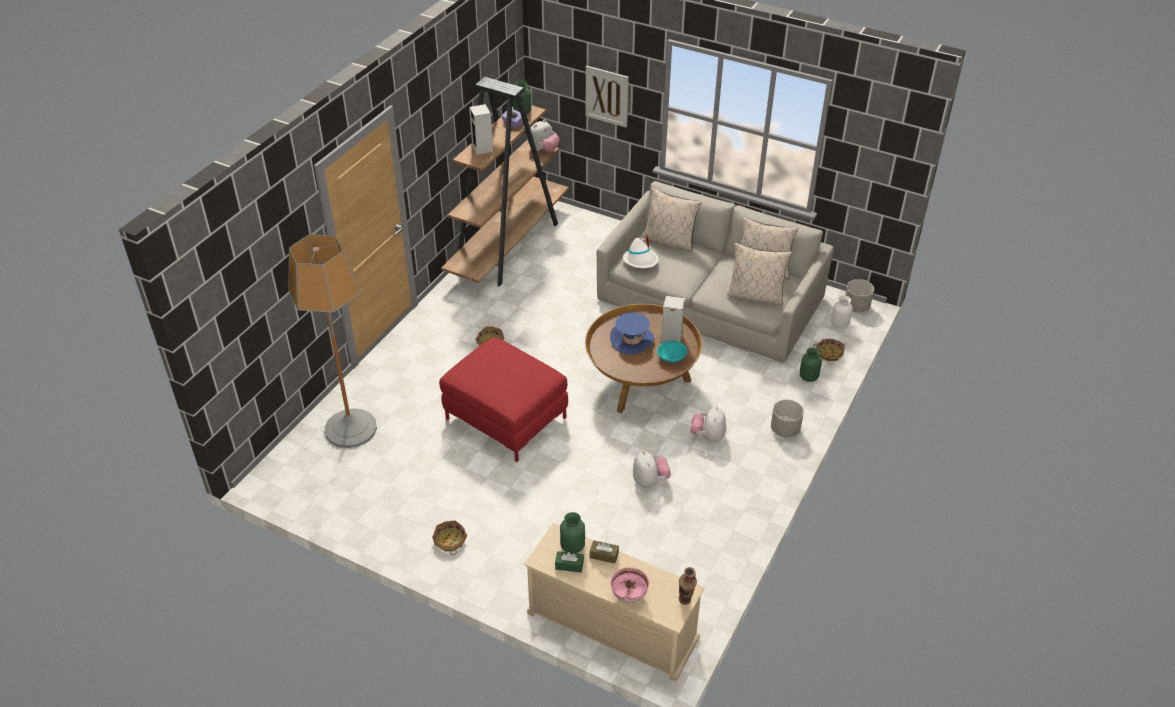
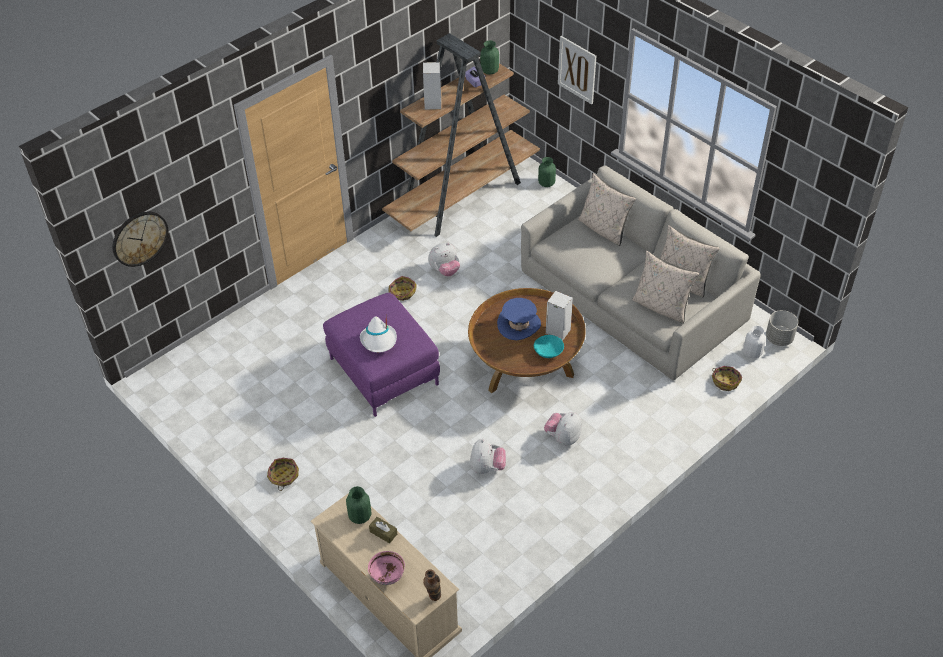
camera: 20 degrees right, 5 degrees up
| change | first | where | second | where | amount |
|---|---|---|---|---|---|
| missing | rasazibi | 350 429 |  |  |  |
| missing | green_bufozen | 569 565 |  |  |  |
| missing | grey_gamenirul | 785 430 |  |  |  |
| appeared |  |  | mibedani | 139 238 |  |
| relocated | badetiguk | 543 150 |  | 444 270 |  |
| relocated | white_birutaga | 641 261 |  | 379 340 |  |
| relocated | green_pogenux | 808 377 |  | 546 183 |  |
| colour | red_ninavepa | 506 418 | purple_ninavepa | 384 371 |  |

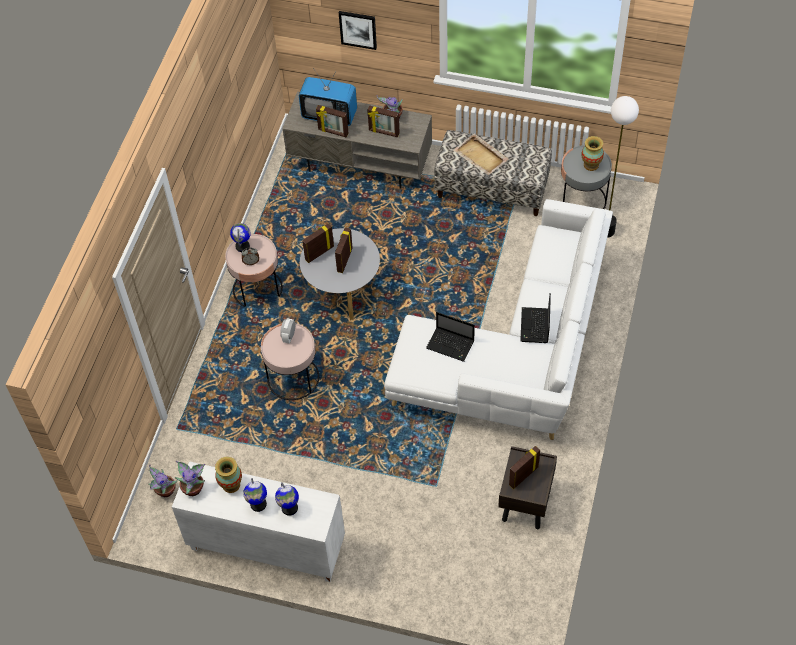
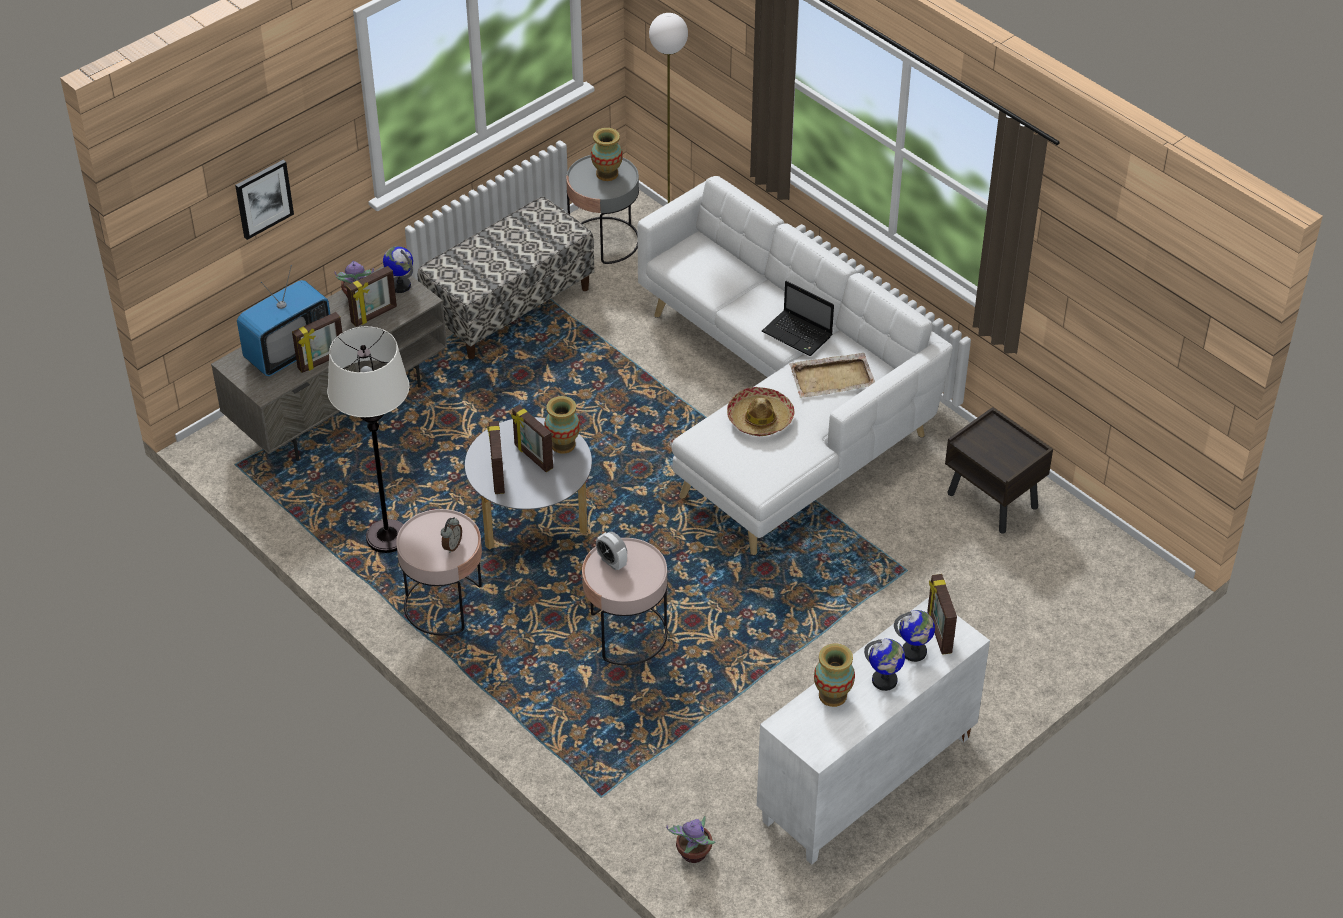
camera: 60 degrees left, 10 degrees down
| change | first | where | second | where | amount |
|---|---|---|---|---|---|
| missing | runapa | 193 488 |  |  |  |
| appeared |  |  | white_rasazibi | 387 537 |  |
| appeared |  |  | pogenux | 562 444 |  |
| relocated | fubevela | 242 246 |  | 400 285 |  |
| relocated | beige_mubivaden | 481 156 |  | 833 378 |  |
| relocated | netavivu | 523 475 |  | 938 633 |  |
| exchanged | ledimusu | 451 345 | birutaga | 760 419 |  |

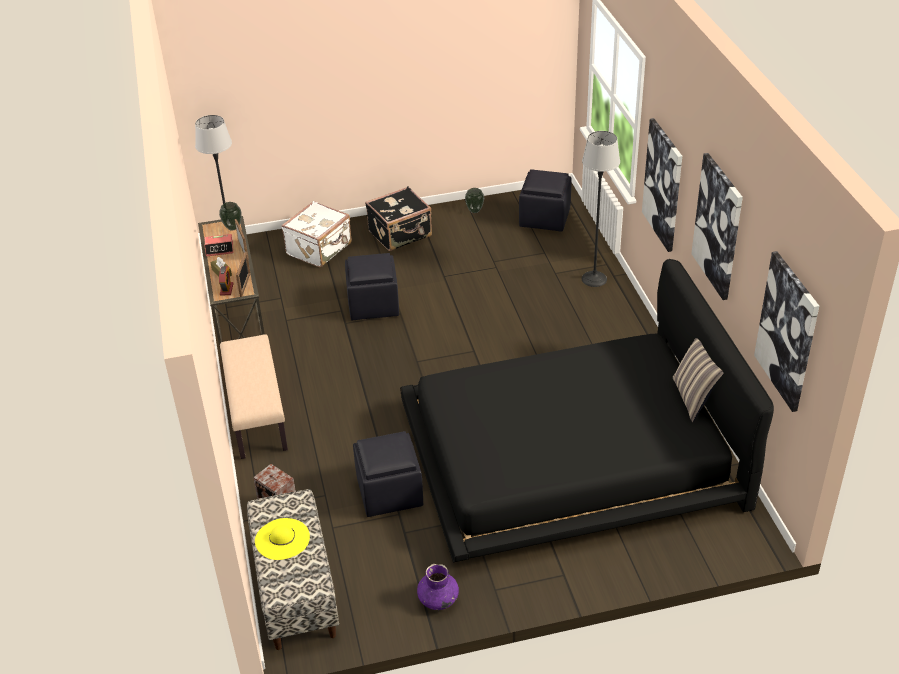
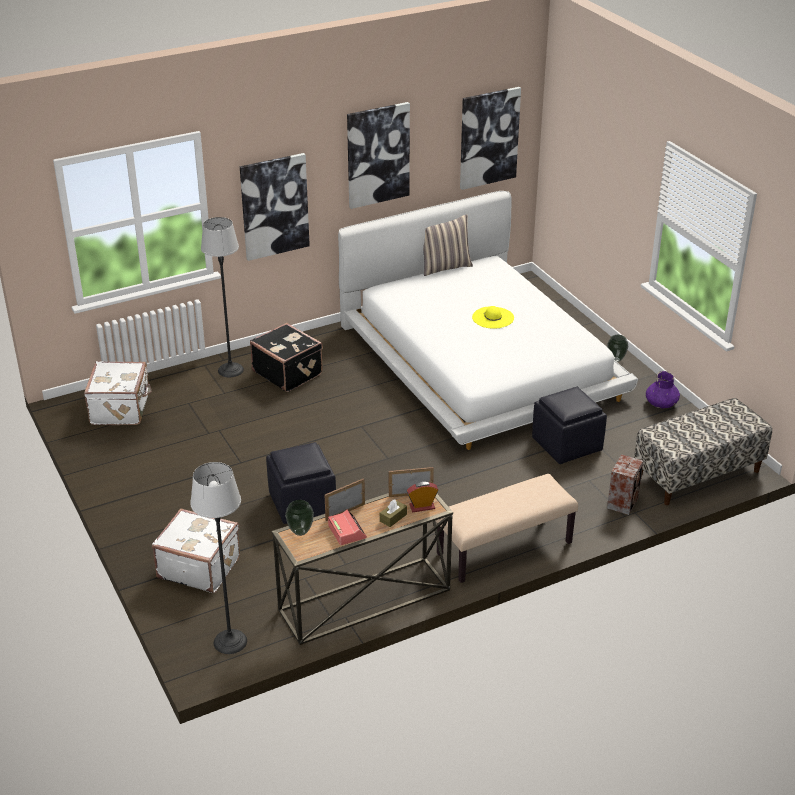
camera: 105 degrees left, 5 degrees down
| change | first | where | second | where | amount |
|---|---|---|---|---|---|
| relocated | yellow_birutaga | 282 539 |  | 493 317 |  |
| relocated | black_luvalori | 401 234 |  | 288 372 |  |
| relocated | pogenux | 474 211 |  | 616 359 |  |
| exchanged | black_ninavepa | 545 218 | white_luvalori | 121 409 |  |
| colour | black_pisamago | 572 456 | white_pisamago | 479 360 |  |

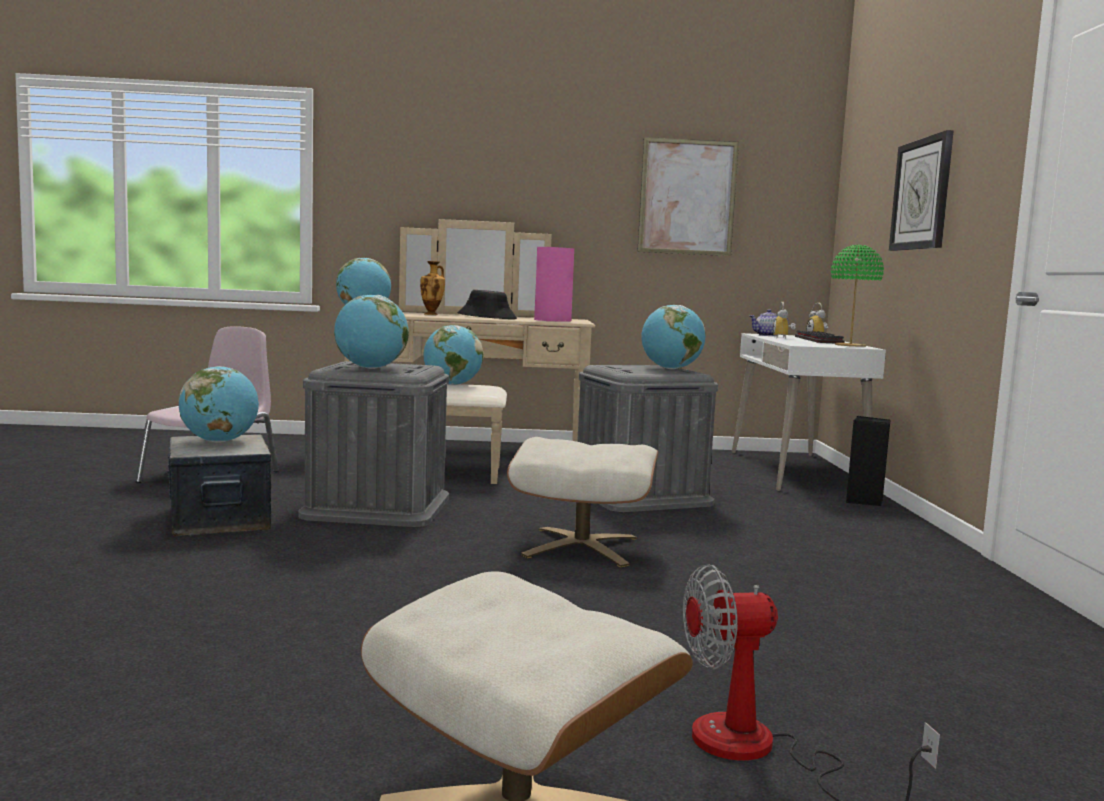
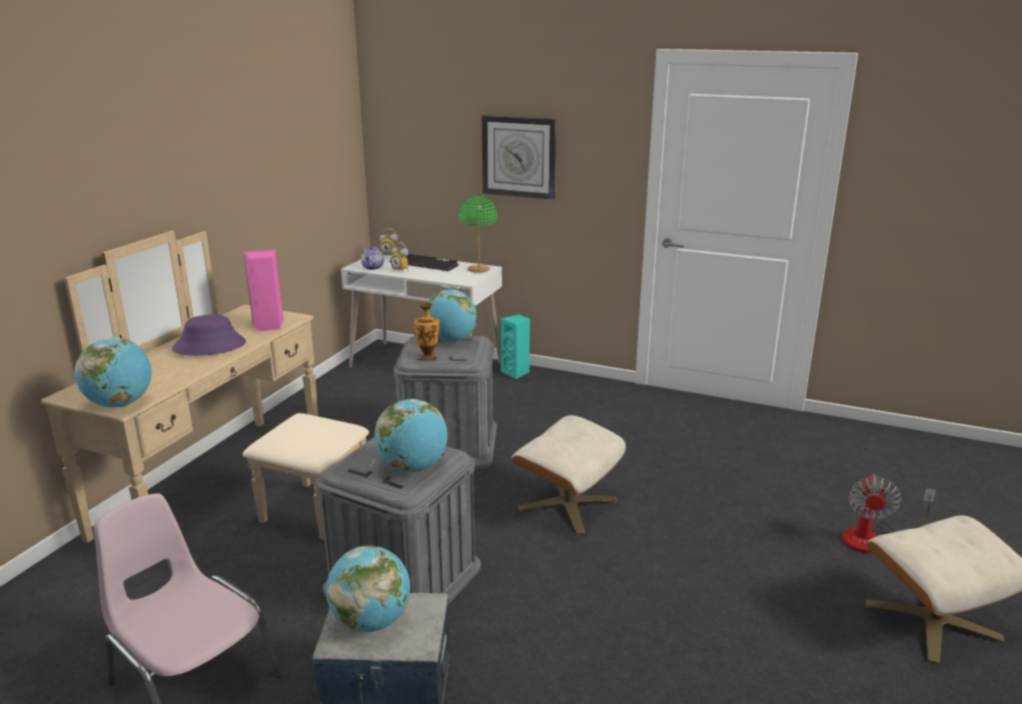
camera: 65 degrees left, 15 degrees up
| change | first | where | second | where | amount |
|---|---|---|---|---|---|
| missing | fubevela | 452 385 |  |  |  |
| missing | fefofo | 687 197 |  |  |  |
| relocated | pogenux | 432 314 |  | 428 356 |  |
| colour | black_birutaga | 487 317 | purple_birutaga | 209 346 |  |
| colour | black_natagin | 864 501 | turquoise_natagin | 516 372 |  |

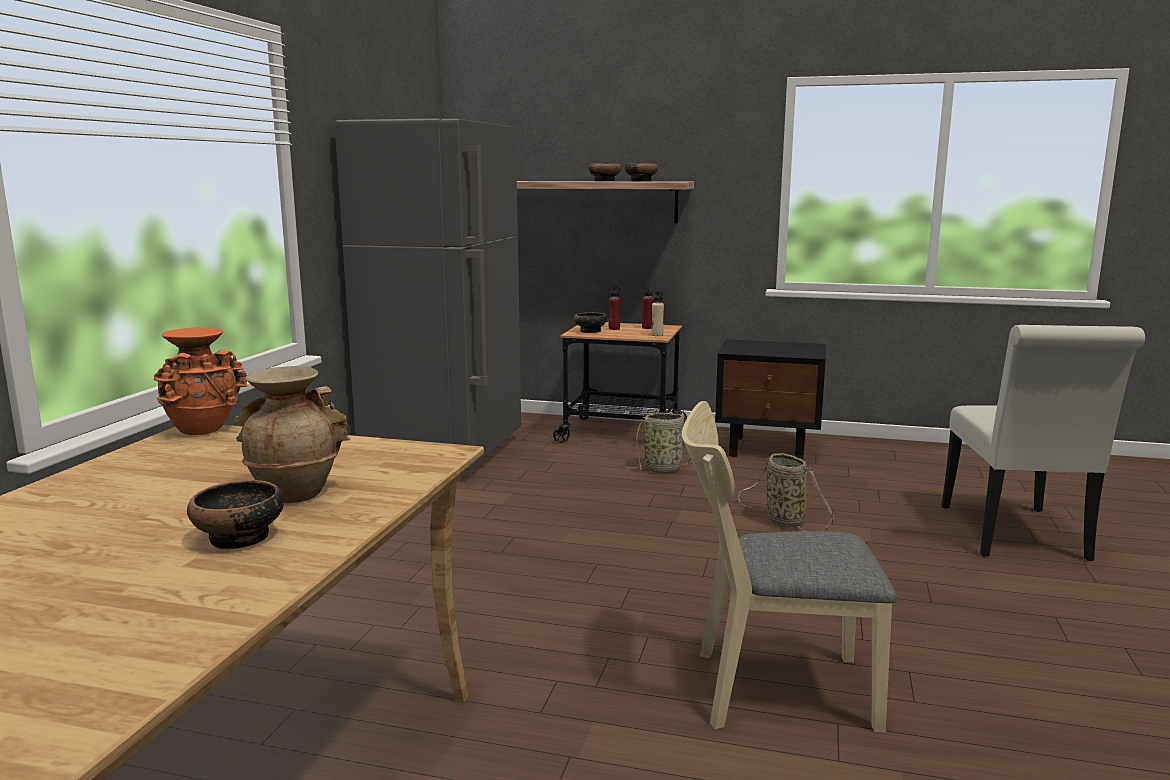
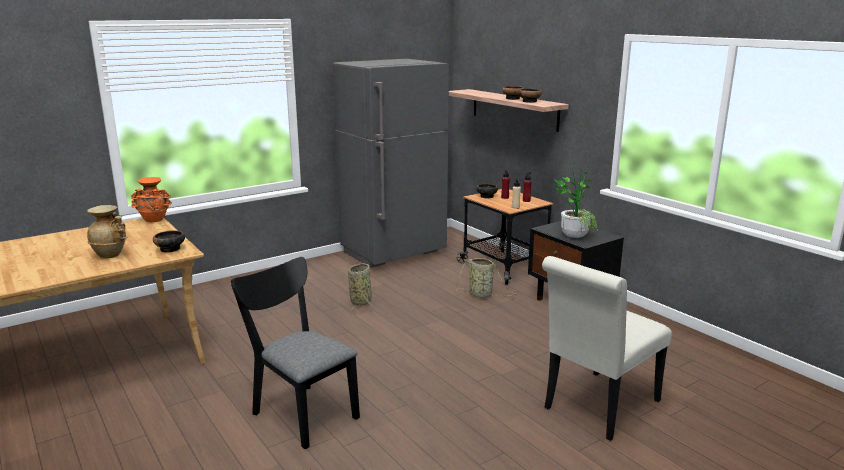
camera: 40 degrees right, 5 degrees up
| change | first | where | second | where | amount |
|---|---|---|---|---|---|
| appeared |  |  | runapa | 573 234 |  |
| relocated | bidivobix | 240 538 |  | 170 249 |  |
| relocated | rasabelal | 782 521 |  | 361 301 |  |
| colour | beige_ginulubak | 769 689 | black_ginulubak | 301 412 |  |

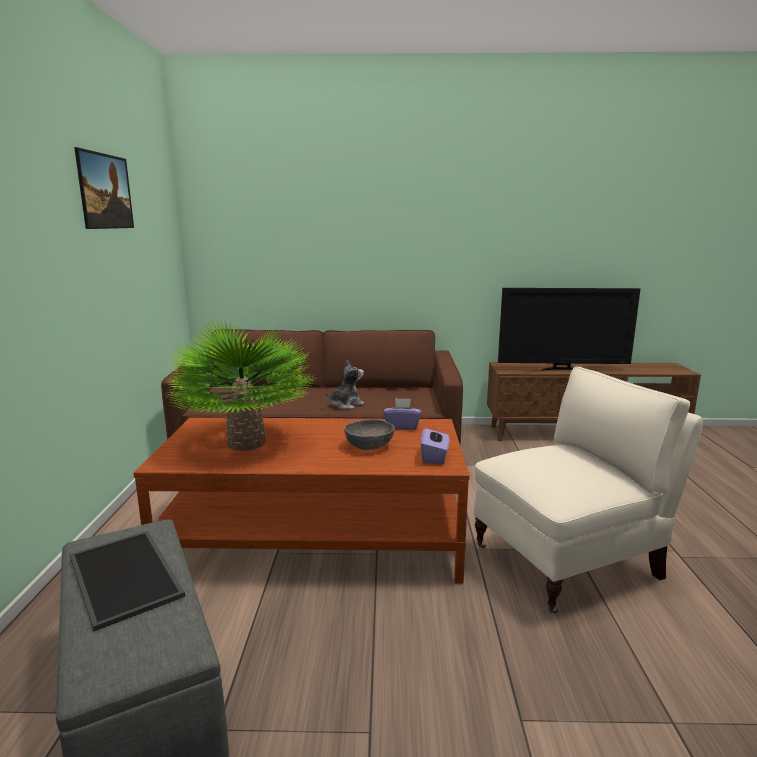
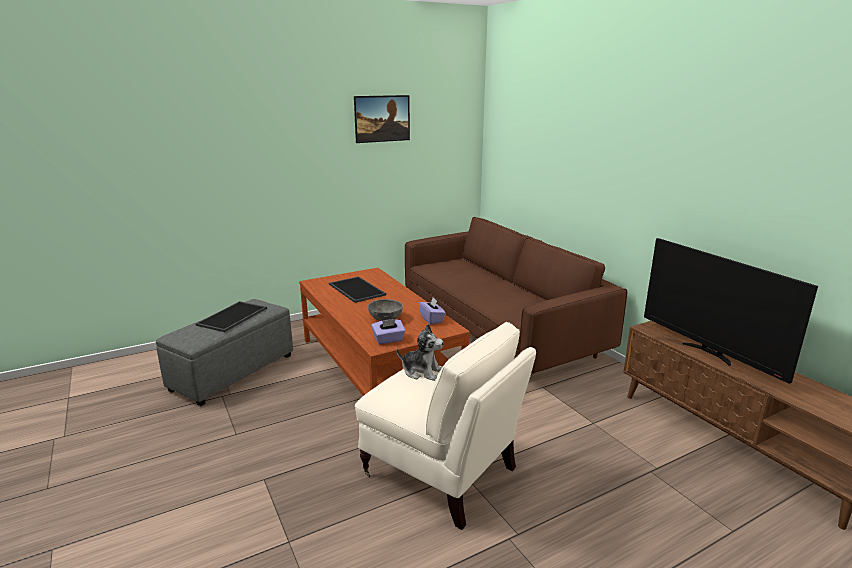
camera: 60 degrees right, 5 degrees up
| change | first | where | second | where | amount |
|---|---|---|---|---|---|
| relocated | badetiguk | 345 405 |  | 421 372 |  |
| exchanged | runapa | 246 443 | mubivaden | 355 289 |  |

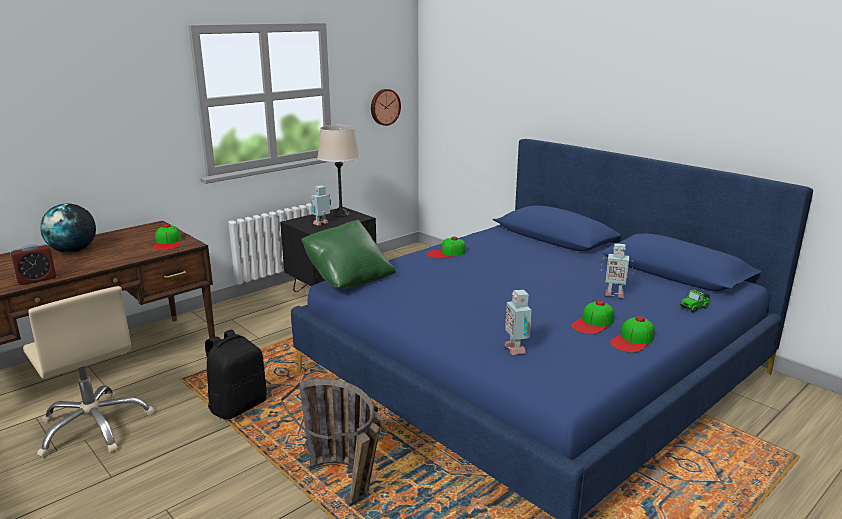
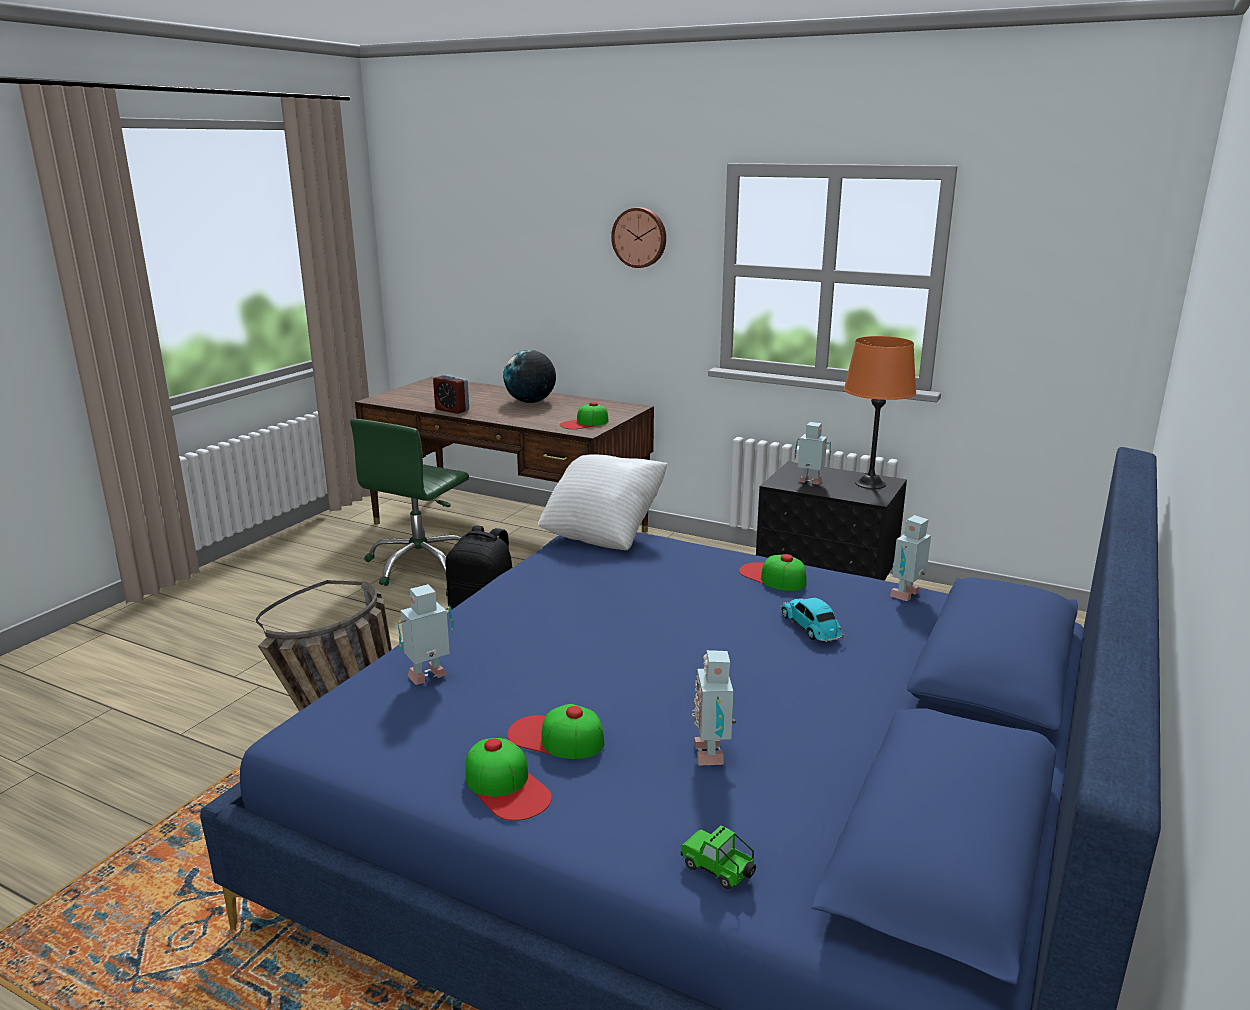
camera: 70 degrees right, 0 degrees up
| change | first | where | second | where | amount |
|---|---|---|---|---|---|
| appeared |  |  | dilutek | 811 627 |  |
| appeared |  |  | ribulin | 907 595 |  |
| relocated | mibedani | 384 107 |  | 640 237 |  |
| colour | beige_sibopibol | 95 427 | green_sibopibol | 420 564 |  |
| colour | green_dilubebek | 348 279 | white_dilubebek | 603 534 |  |
| colour | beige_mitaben | 341 214 | orange_mitaben | 870 484 |  |
| spun | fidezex | 632 340 |  | 507 787 | 150 degrees counterclockwise |

